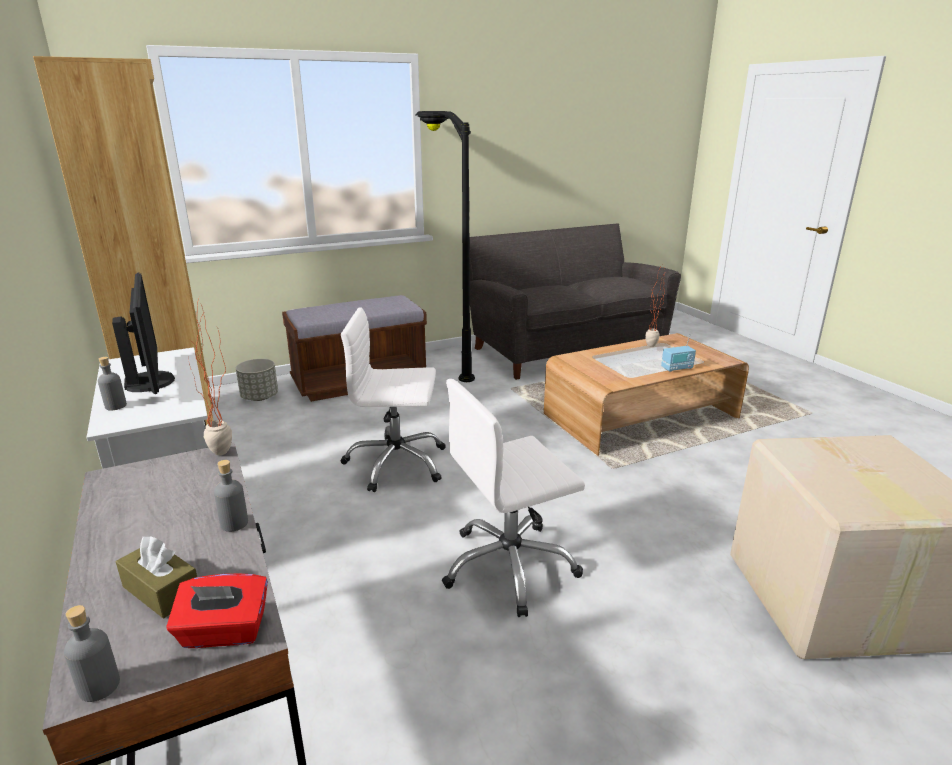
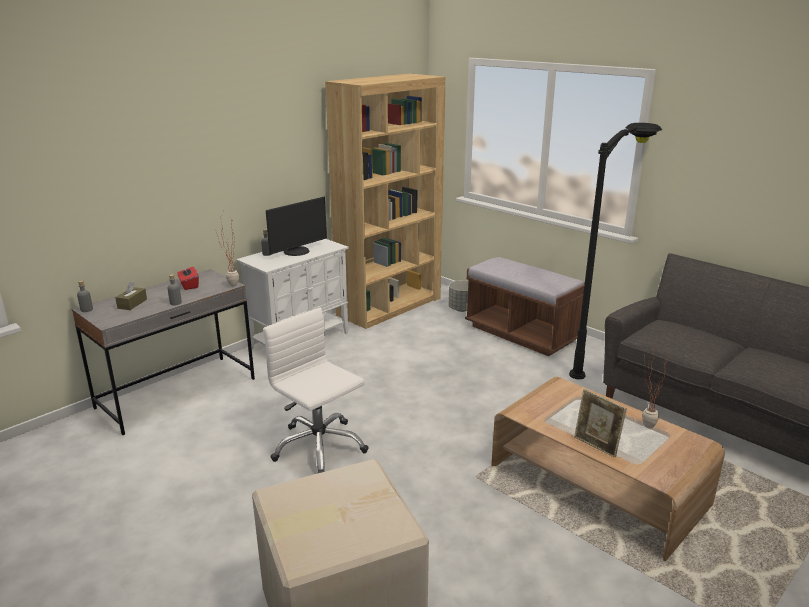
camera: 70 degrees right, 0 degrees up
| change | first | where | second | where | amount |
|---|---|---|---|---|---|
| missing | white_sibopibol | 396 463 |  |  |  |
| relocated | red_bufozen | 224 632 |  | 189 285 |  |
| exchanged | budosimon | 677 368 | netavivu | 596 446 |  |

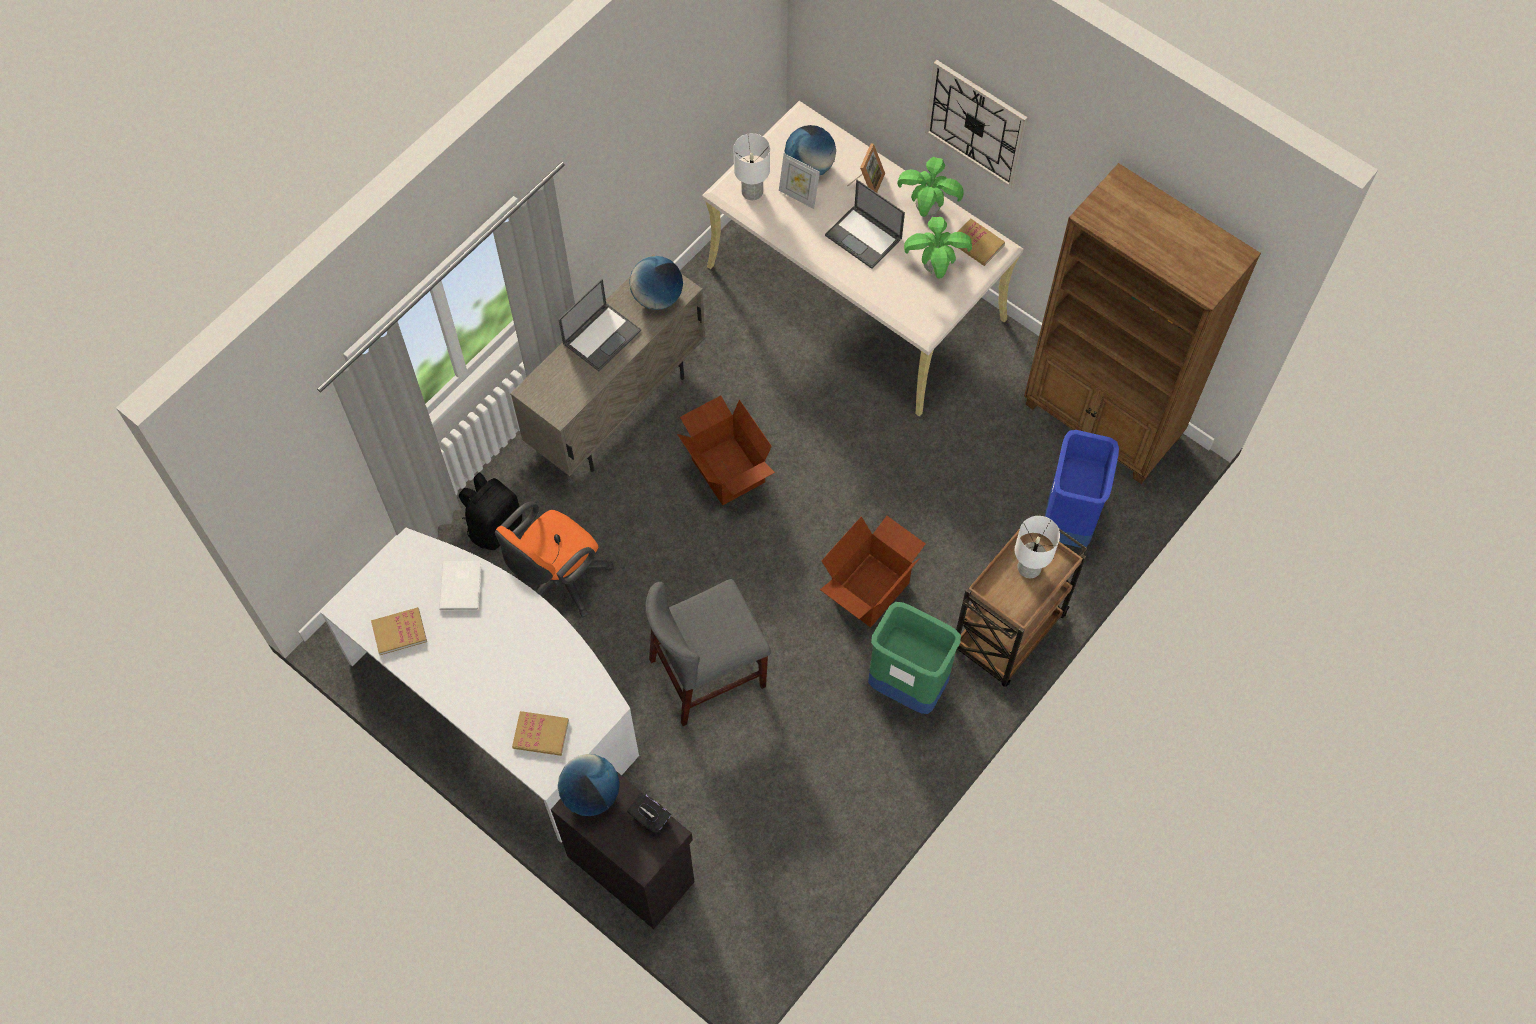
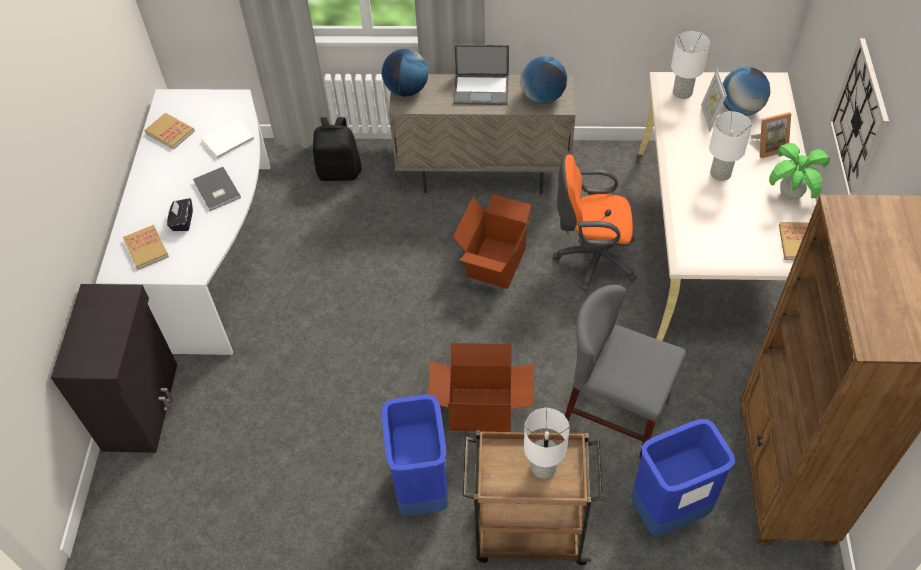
camera: 55 degrees right, 10 degrees down
| change | first | where | second | where | amount |
|---|---|---|---|---|---|
| missing | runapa | 935 267 |  |  |  |
| appeared |  |  | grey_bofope | 216 191 |  |
| relocated | orange_sibopibol | 557 581 |  | 592 258 |  |
| relocated | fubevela | 591 794 |  | 406 90 |  |
| relocated | black_bufozen | 649 818 |  | 182 221 |  |
| relocated | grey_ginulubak | 707 673 |  | 615 414 |  |
| exchanged | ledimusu | 864 237 | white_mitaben | 721 173 |  |
| colour | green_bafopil | 907 686 | blue_bafopil | 422 489 |  |

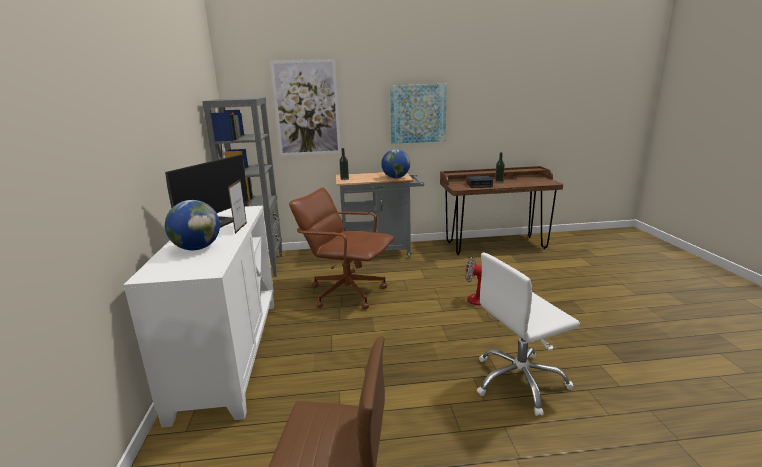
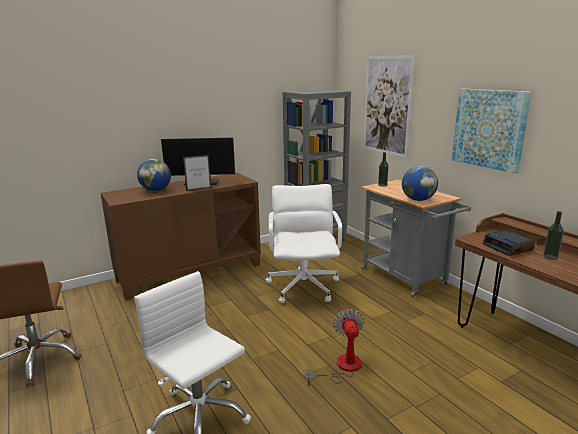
camera: 65 degrees right, 0 degrees up
| change | first | where | second | where | amount |
|---|---|---|---|---|---|
| colour | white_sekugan | 228 353 | brown_sekugan | 190 272 |  |
| colour | brown_sibopibol | 347 292 | white_sibopibol | 304 286 |  |

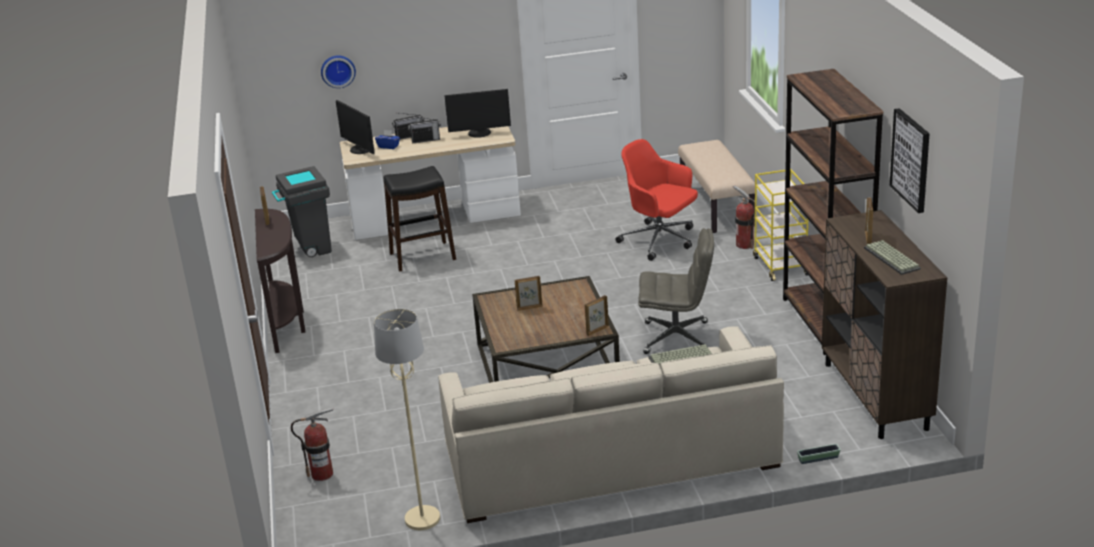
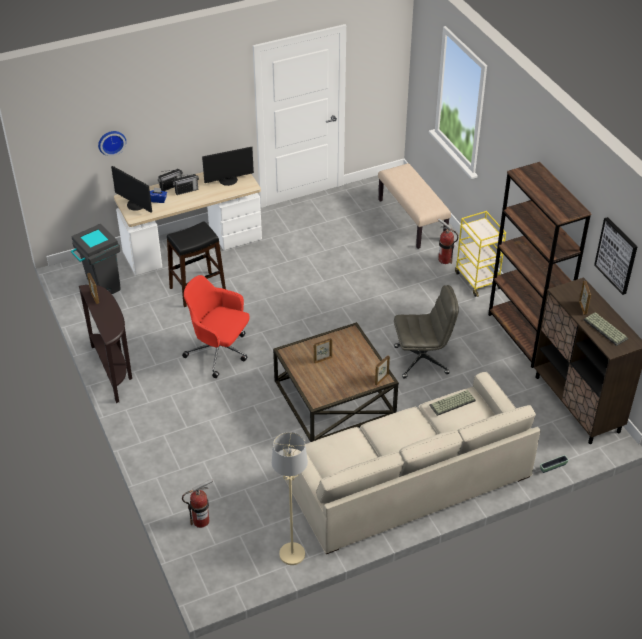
camera: 15 degrees left, 15 degrees up
| change | first | where | second | where | amount |
|---|---|---|---|---|---|
| relocated | red_sibopibol | 660 240 |  | 219 352 |  |

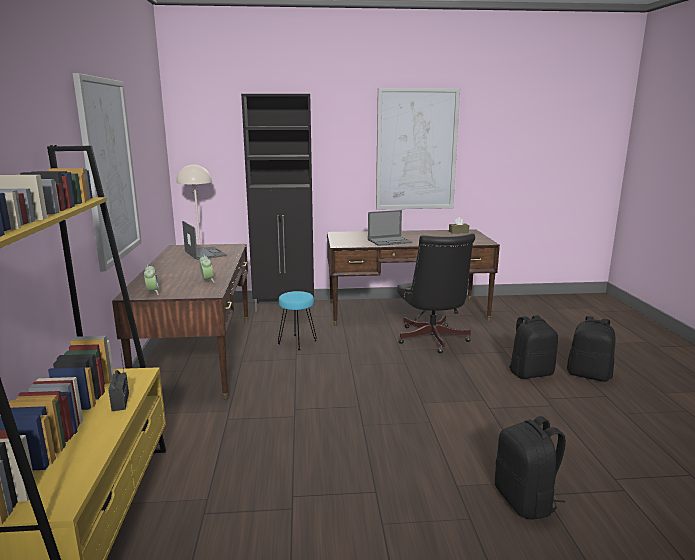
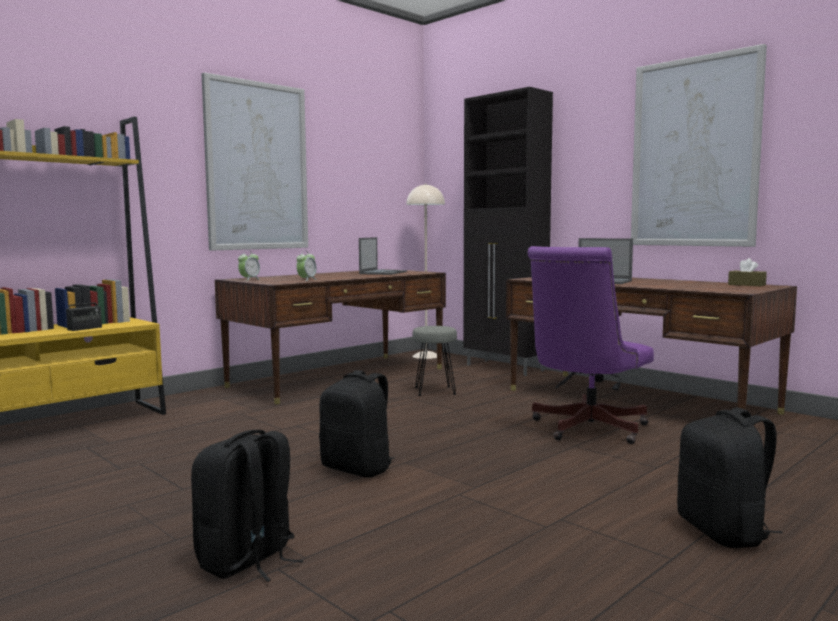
camera: 50 degrees right, 10 degrees down
| change | first | where | second | where | amount |
|---|---|---|---|---|---|
| relocated | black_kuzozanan | 530 373 |  | 358 469 |  |
| colour | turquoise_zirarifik | 297 342 | grey_zirarifik | 434 391 |  |
| colour | black_sibopibol | 432 340 | purple_sibopibol | 584 429 |  |

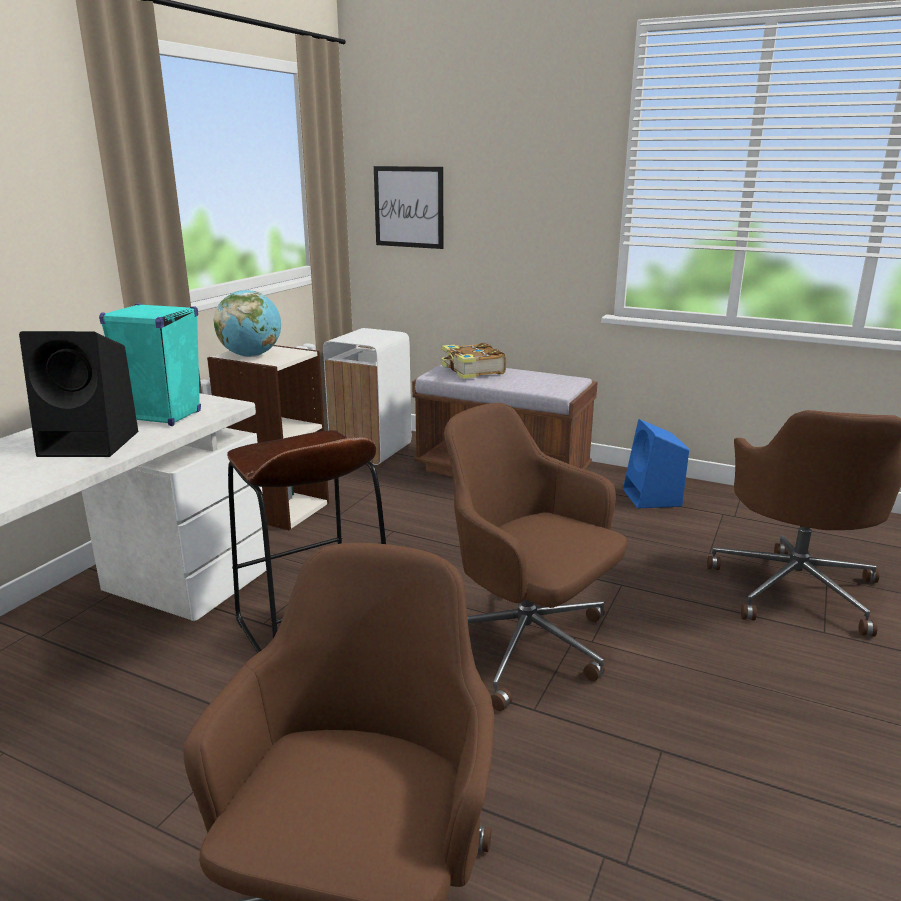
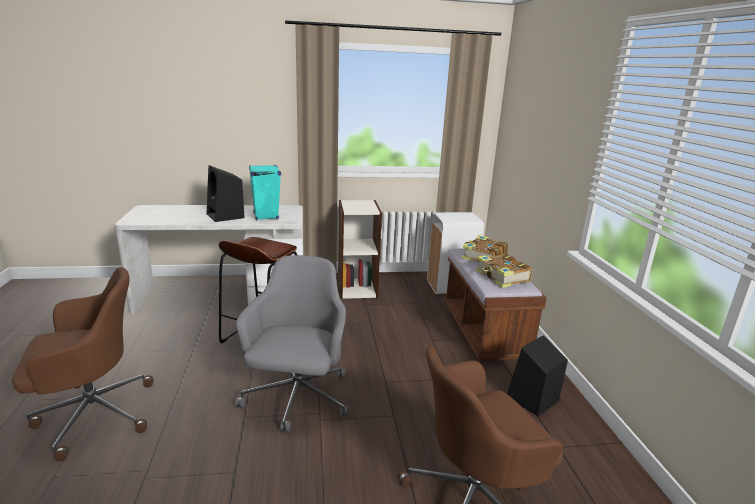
camera: 55 degrees right, 0 degrees up
| change | first | where | second | where | amount |
|---|---|---|---|---|---|
| missing | fubevela | 251 356 |  |  |  |
| missing | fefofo | 409 207 |  |  |  |
| appeared |  |  | bofope | 502 277 |  |
| colour | brown_sibopibol | 526 646 | grey_sibopibol | 297 398 |  |
| colour | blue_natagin | 652 498 | black_natagin | 532 399 |  |

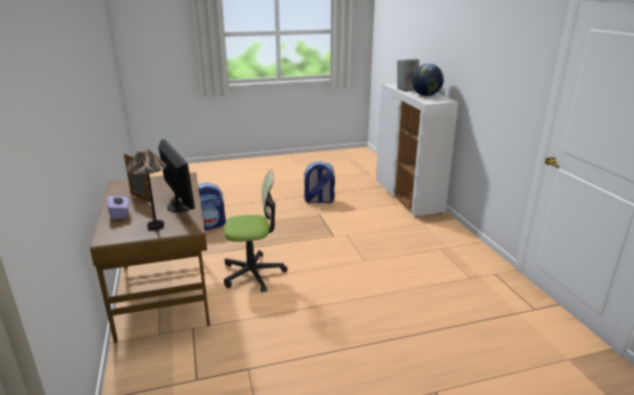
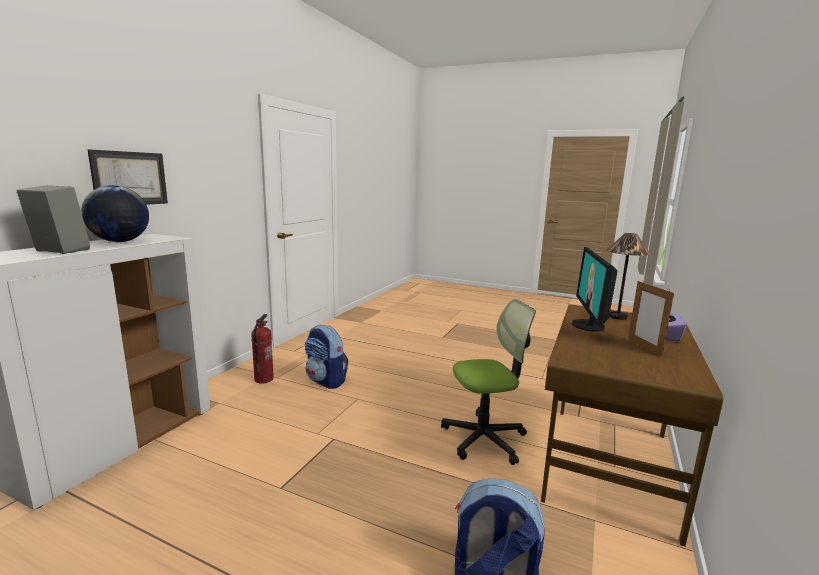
camera: 140 degrees left, 10 degrees down
| change | first | where | second | where | amount |
|---|---|---|---|---|---|
| appeared |  |  | fefofo | 130 178 |  |
| appeared |  |  | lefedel | 263 379 |  |
| relocated | kuzozanan | 319 200 |  | 326 381 |  |
| spun | sibopibol | 253 273 |  | 484 438 | 135 degrees clockwise |

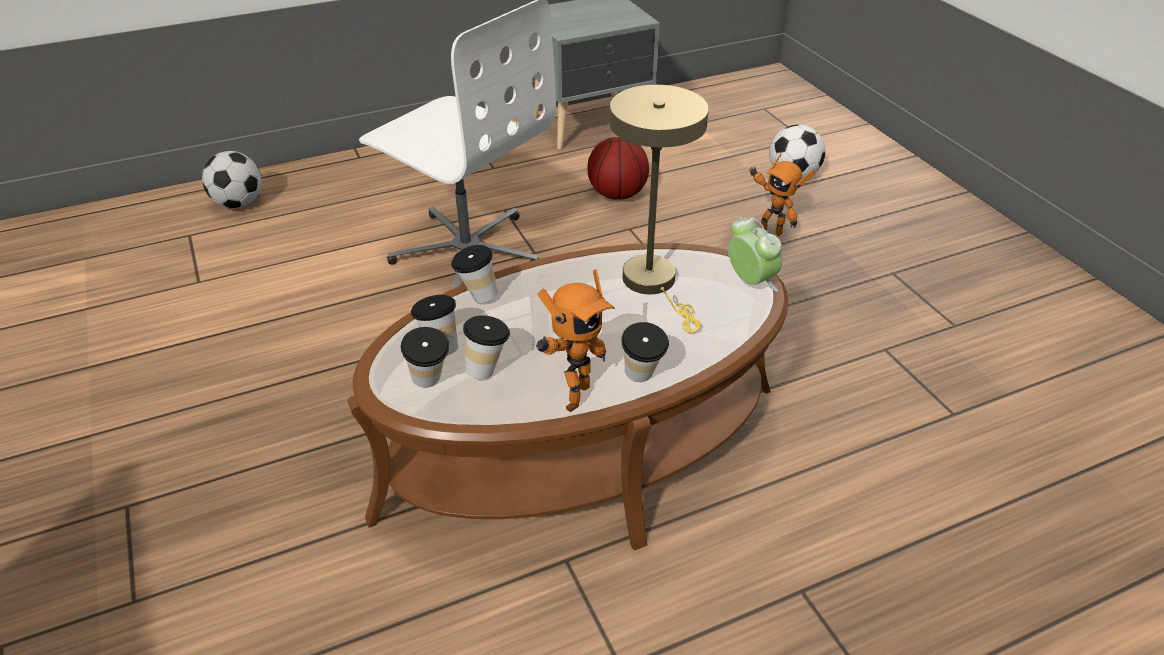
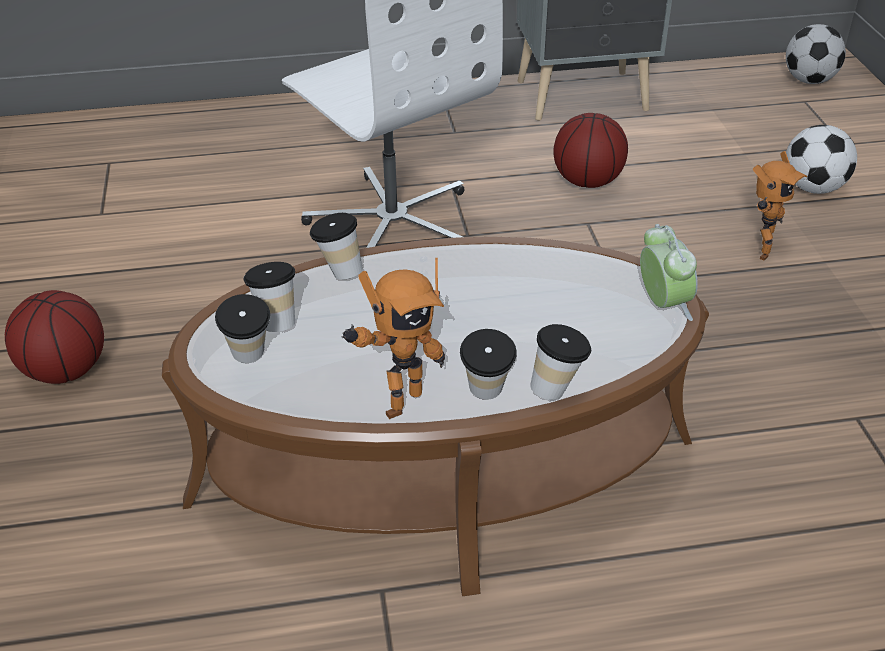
camera: 15 degrees right, 0 degrees up
| change | first | where | second | where | amount |
|---|---|---|---|---|---|
| missing | beige_mitaben | 654 284 |  |  |  |
| appeared |  |  | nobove | 65 370 |  |
| relocated | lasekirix | 238 204 |  | 808 80 |  |
| relocated | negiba | 488 369 |  | 558 389 |  |
| spun | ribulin | 769 231 |  | 759 250 | 105 degrees counterclockwise |

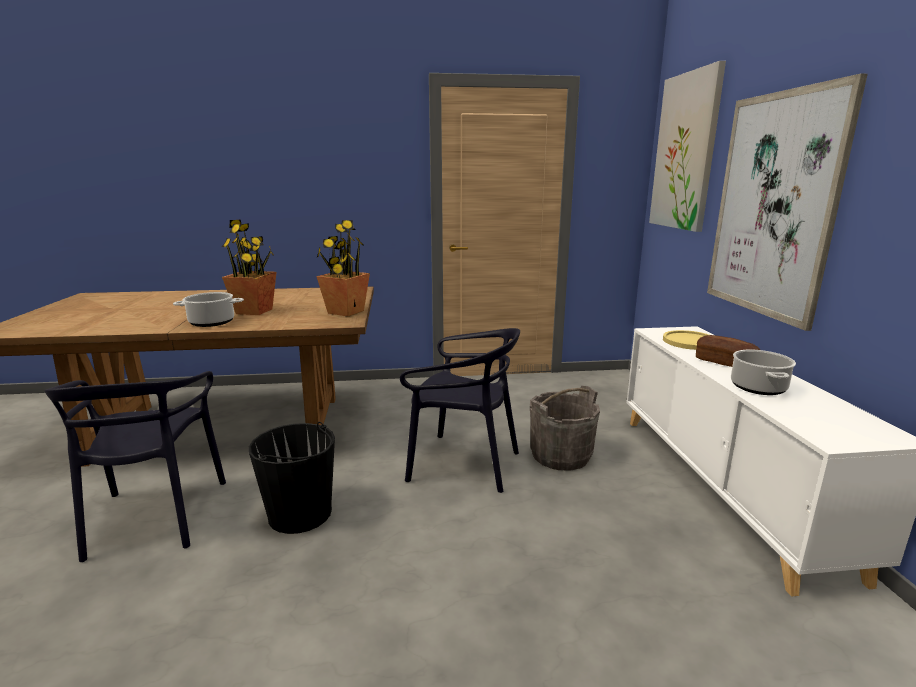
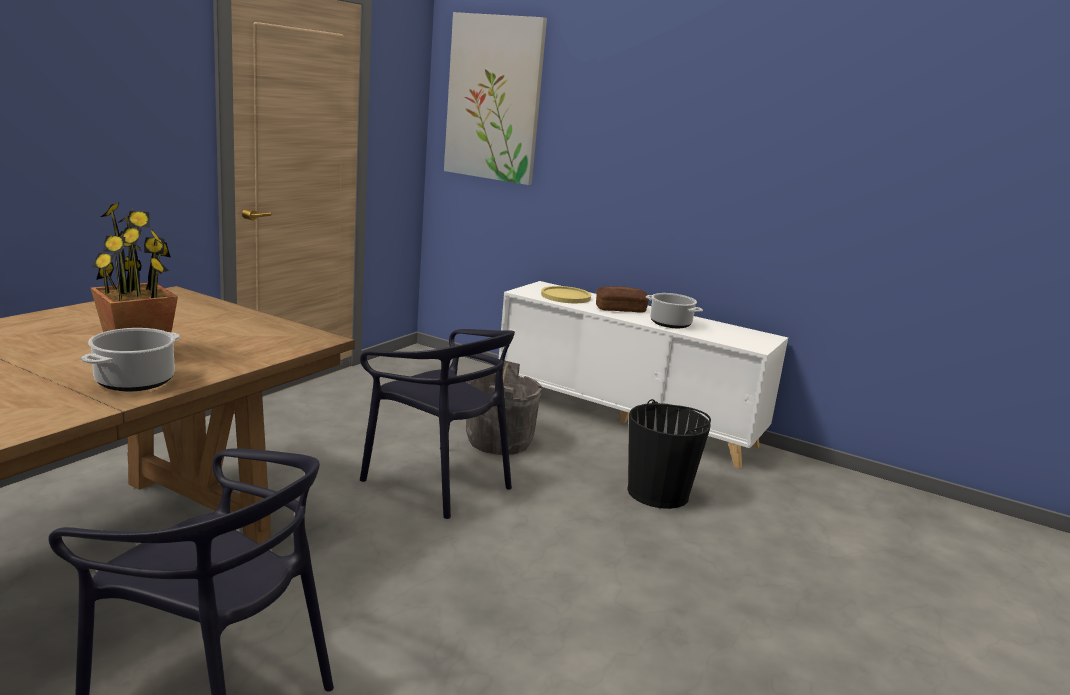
camera: 55 degrees left, 0 degrees up
| change | first | where | second | where | amount |
|---|---|---|---|---|---|
| missing | runapa | 345 312 |  |  |  |
| missing | fefofo | 774 206 |  |  |  |
| relocated | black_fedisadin | 300 514 |  | 658 493 |  |
| spun | black_ginulubak | 463 464 |  | 438 482 | 75 degrees clockwise |

